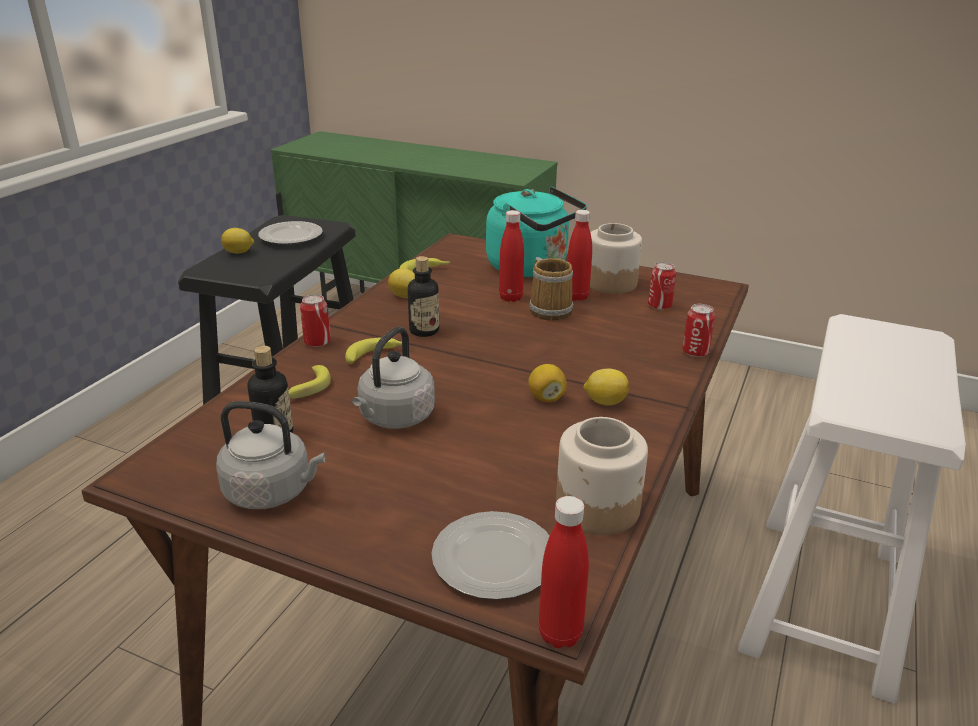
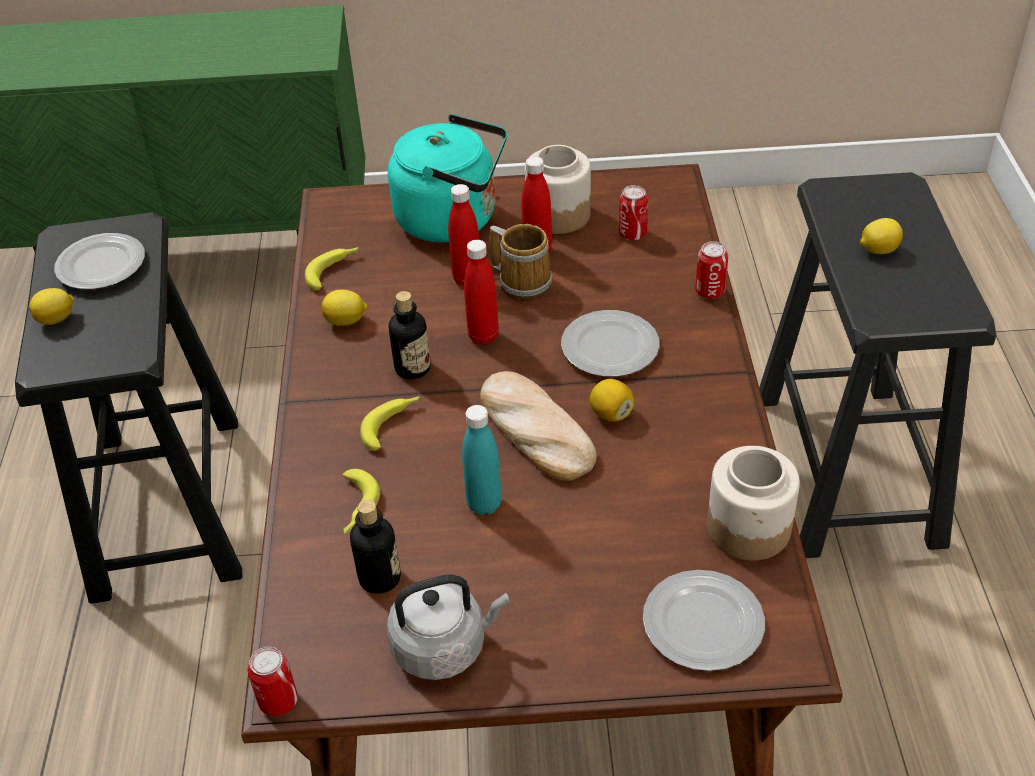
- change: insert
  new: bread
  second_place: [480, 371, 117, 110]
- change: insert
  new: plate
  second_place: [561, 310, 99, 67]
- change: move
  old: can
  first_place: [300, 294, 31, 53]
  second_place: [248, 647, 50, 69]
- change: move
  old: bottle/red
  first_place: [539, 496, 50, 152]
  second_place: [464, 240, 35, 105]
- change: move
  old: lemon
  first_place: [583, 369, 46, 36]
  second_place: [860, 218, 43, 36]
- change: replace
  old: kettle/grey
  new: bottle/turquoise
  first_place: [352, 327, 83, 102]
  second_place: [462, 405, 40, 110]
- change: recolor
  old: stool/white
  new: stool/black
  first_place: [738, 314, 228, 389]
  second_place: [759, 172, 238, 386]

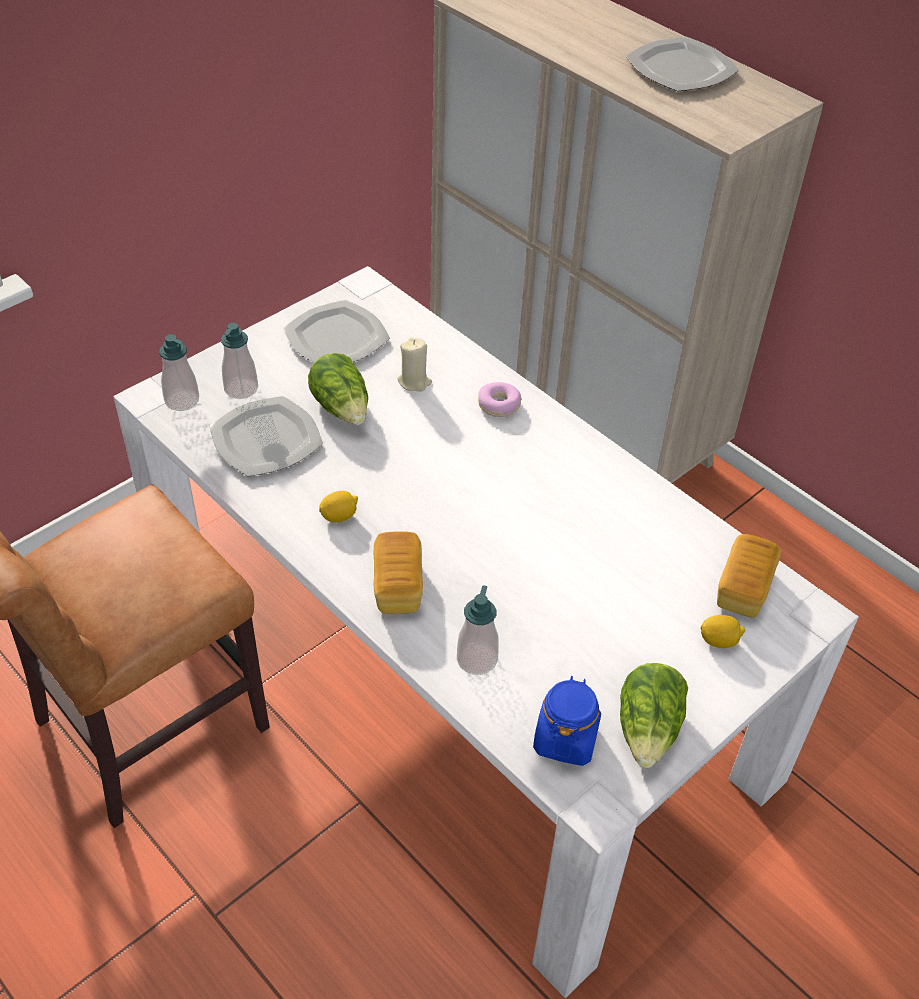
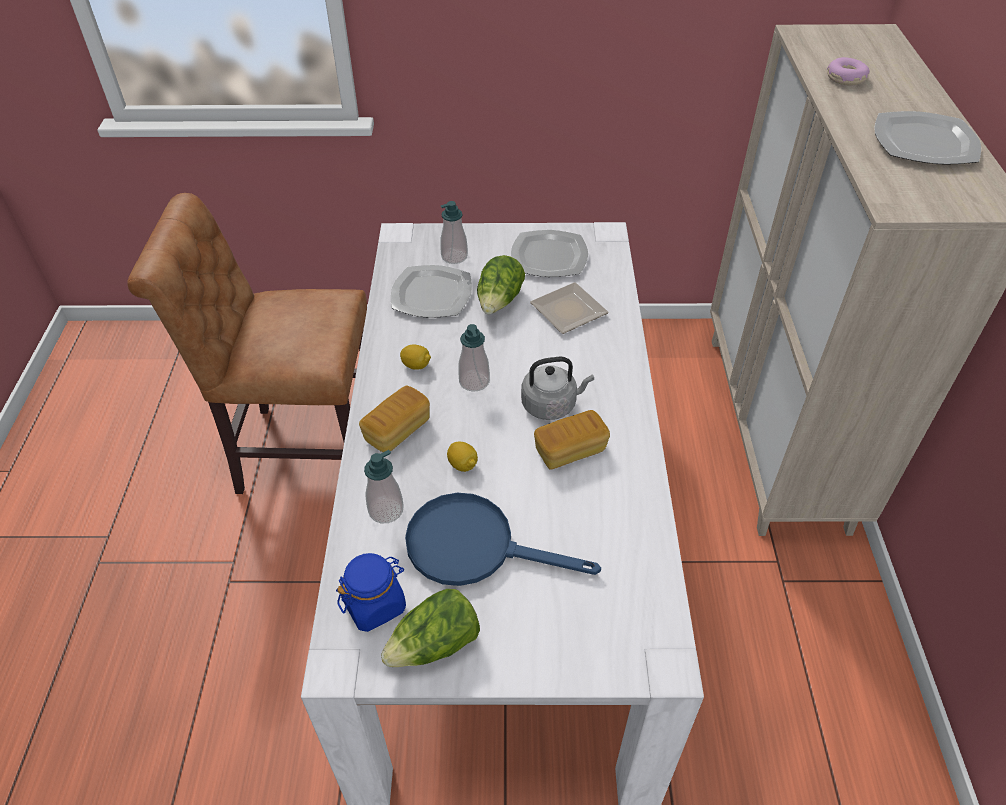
- change: insert
  new: frying pan/blue
  second_place: [405, 493, 196, 93]
- change: insert
  new: kettle/grey
  second_place: [521, 357, 73, 63]
- change: move
  old: soap dispenser
  first_place: [159, 334, 40, 77]
  second_place: [458, 324, 32, 68]
- change: move
  old: donut
  first_place: [478, 382, 44, 35]
  second_place: [827, 57, 43, 28]
- change: move
  old: lemon
  first_place: [700, 615, 45, 33]
  second_place: [447, 441, 31, 31]
- change: move
  old: bread
  first_place: [717, 534, 64, 84]
  second_place: [534, 410, 76, 59]
- change: replace
  old: candle/beige
  new: plate
  first_place: [398, 337, 34, 55]
  second_place: [530, 282, 79, 52]

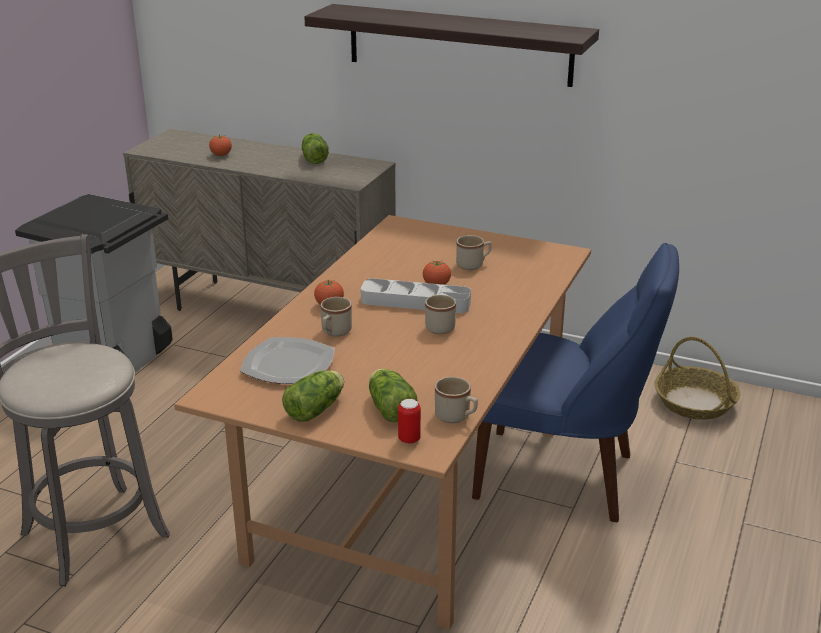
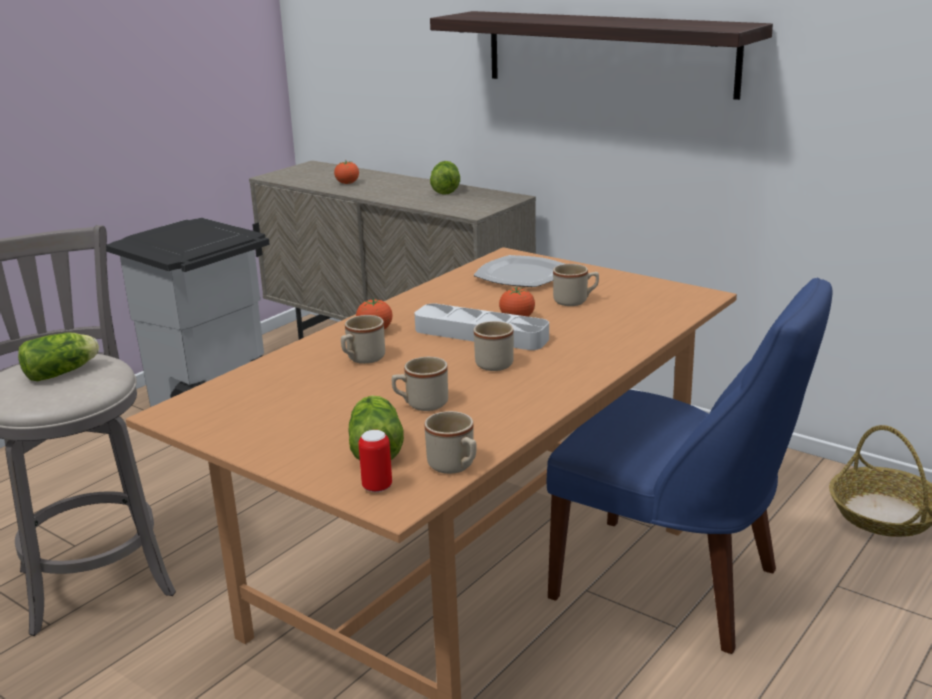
- change: insert
  new: mug/beige
  second_place: [392, 357, 56, 54]
- change: move
  old: plate
  first_place: [240, 337, 95, 47]
  second_place: [474, 255, 91, 32]
- change: move
  old: lettuce
  first_place: [282, 370, 62, 51]
  second_place: [18, 332, 81, 49]

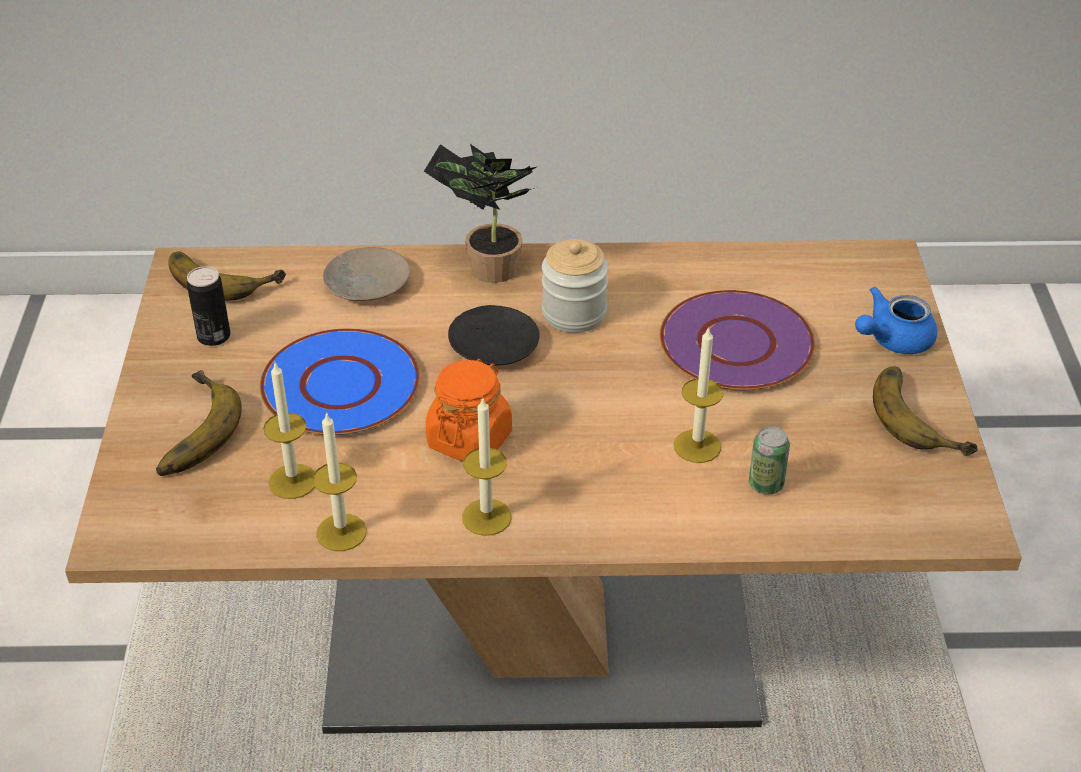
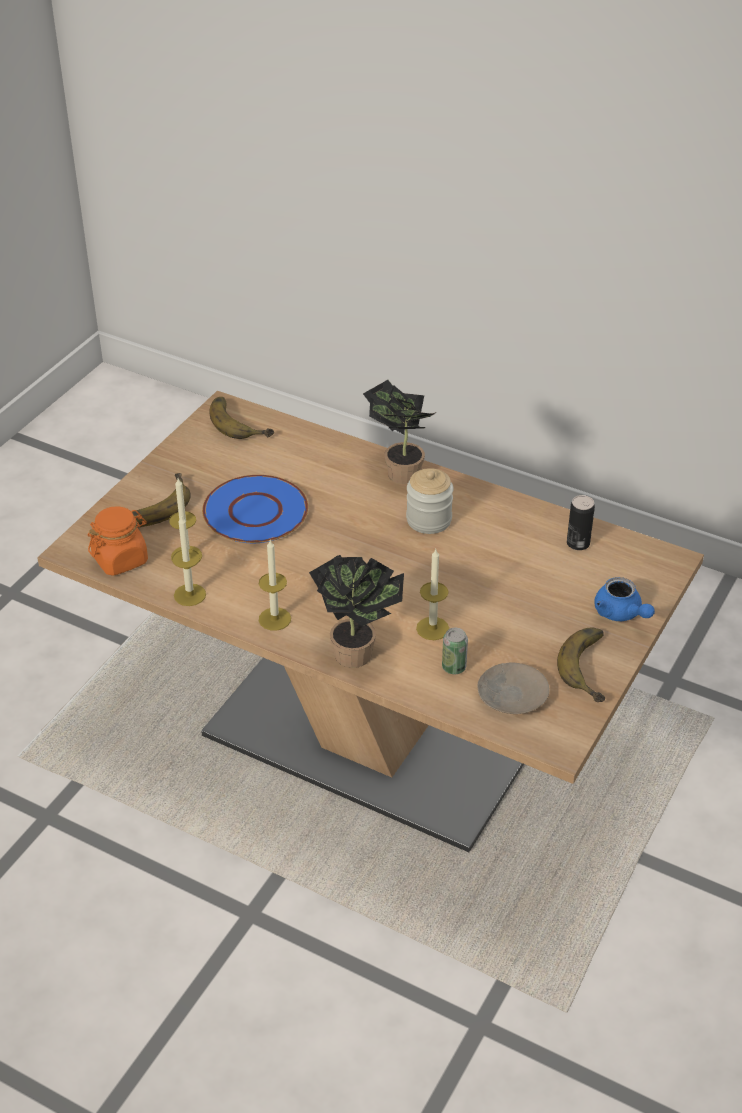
- change: delete
  old: plate/black
  first_place: [448, 305, 92, 61]
- change: delete
  old: plate/purple
  first_place: [660, 290, 155, 101]
- change: insert
  new: potted plant
  second_place: [309, 555, 95, 113]
- change: move
  old: can
  first_place: [187, 266, 44, 80]
  second_place: [567, 495, 28, 55]
- change: move
  old: plate/beige
  first_place: [323, 247, 87, 54]
  second_place: [478, 663, 72, 51]
- change: move
  old: jar/orange
  first_place: [425, 359, 87, 102]
  second_place: [88, 506, 60, 70]
- change: rotate
  old: teapot/blue
  first_place: [855, 287, 82, 67]
  second_place: [594, 577, 61, 44]
  degrees: -120

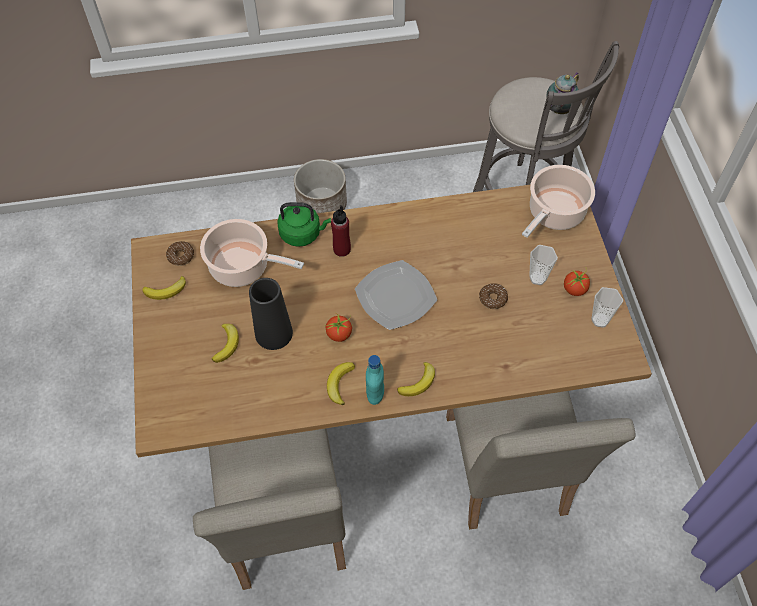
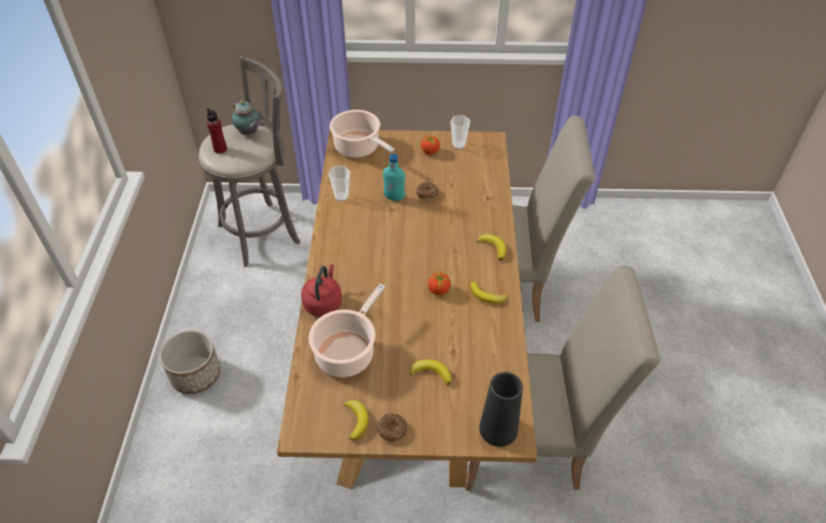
- change: delete
  old: plate
  first_place: [355, 260, 82, 70]
- change: move
  old: donut
  first_place: [166, 241, 28, 25]
  second_place: [377, 413, 30, 29]
- change: move
  old: vase/black
  first_place: [249, 278, 44, 72]
  second_place: [479, 372, 44, 75]
- change: move
  old: bottle/red
  first_place: [331, 205, 20, 52]
  second_place: [207, 108, 20, 46]
- change: move
  old: bottle/turquoise
  first_place: [366, 355, 18, 50]
  second_place: [383, 154, 22, 47]
- change: move
  old: cup
  first_place: [529, 245, 29, 40]
  second_place: [328, 166, 22, 35]
- change: recolor
  old: kettle/green
  new: kettle/red
  first_place: [277, 202, 54, 45]
  second_place: [301, 264, 41, 52]

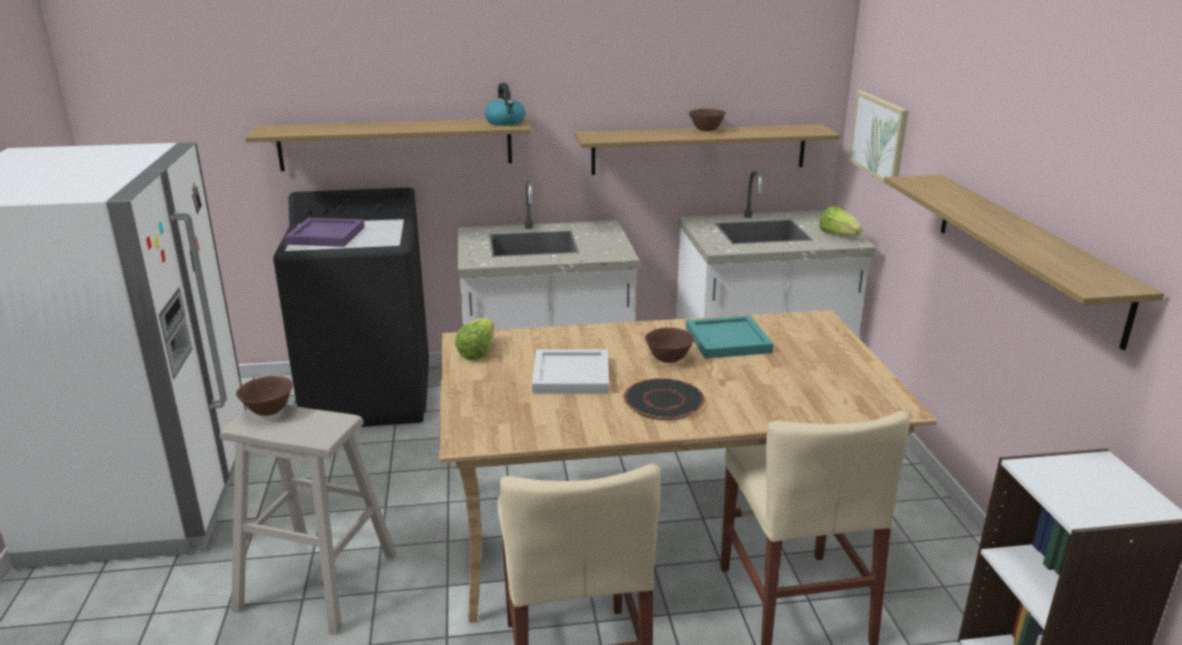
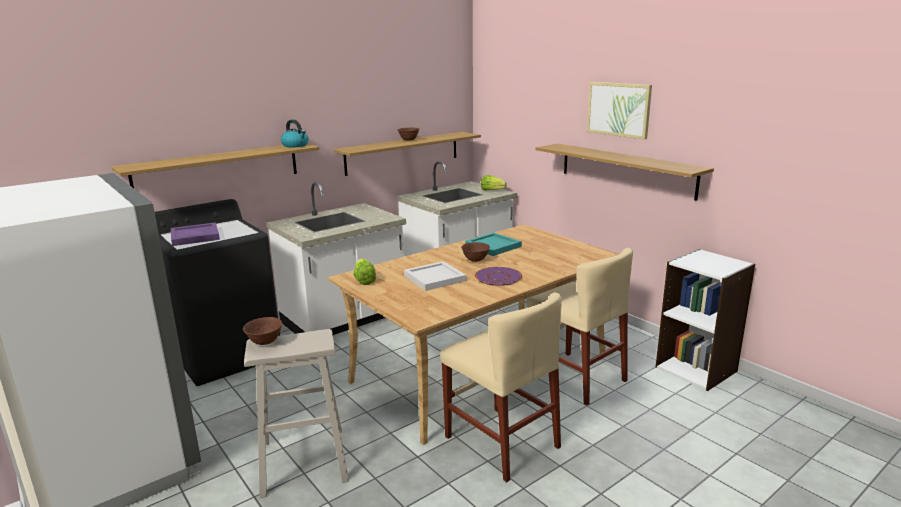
- change: move
  old: picture
  first_place: [848, 91, 60, 97]
  second_place: [587, 82, 65, 58]
- change: recolor
  old: plate/black
  new: plate/purple
  first_place: [624, 378, 81, 42]
  second_place: [475, 267, 47, 19]

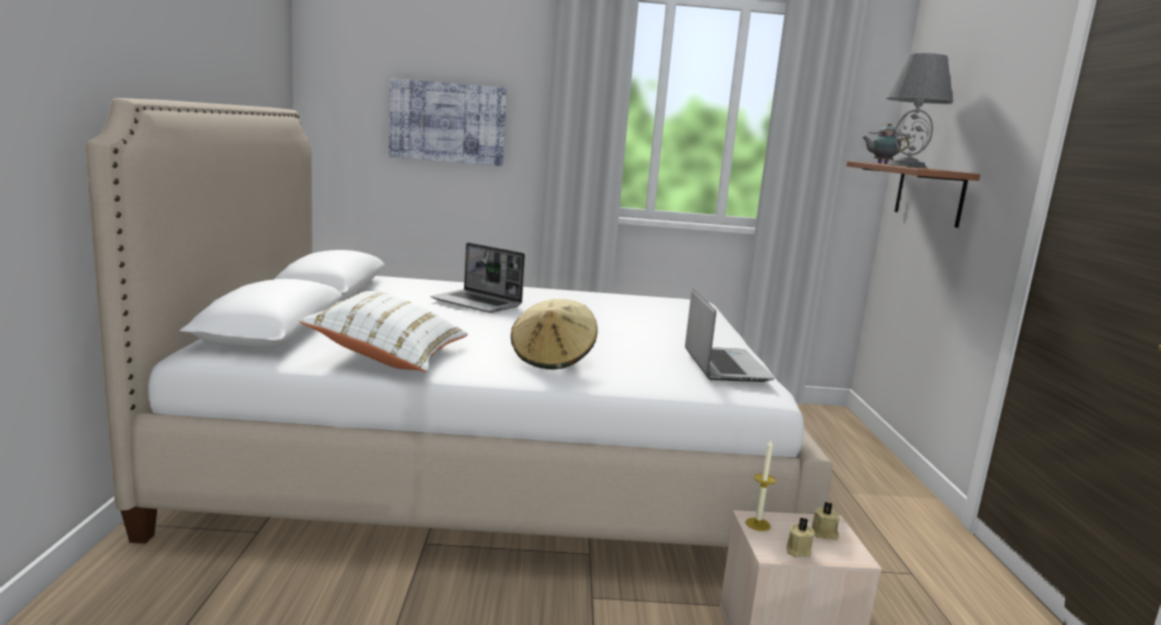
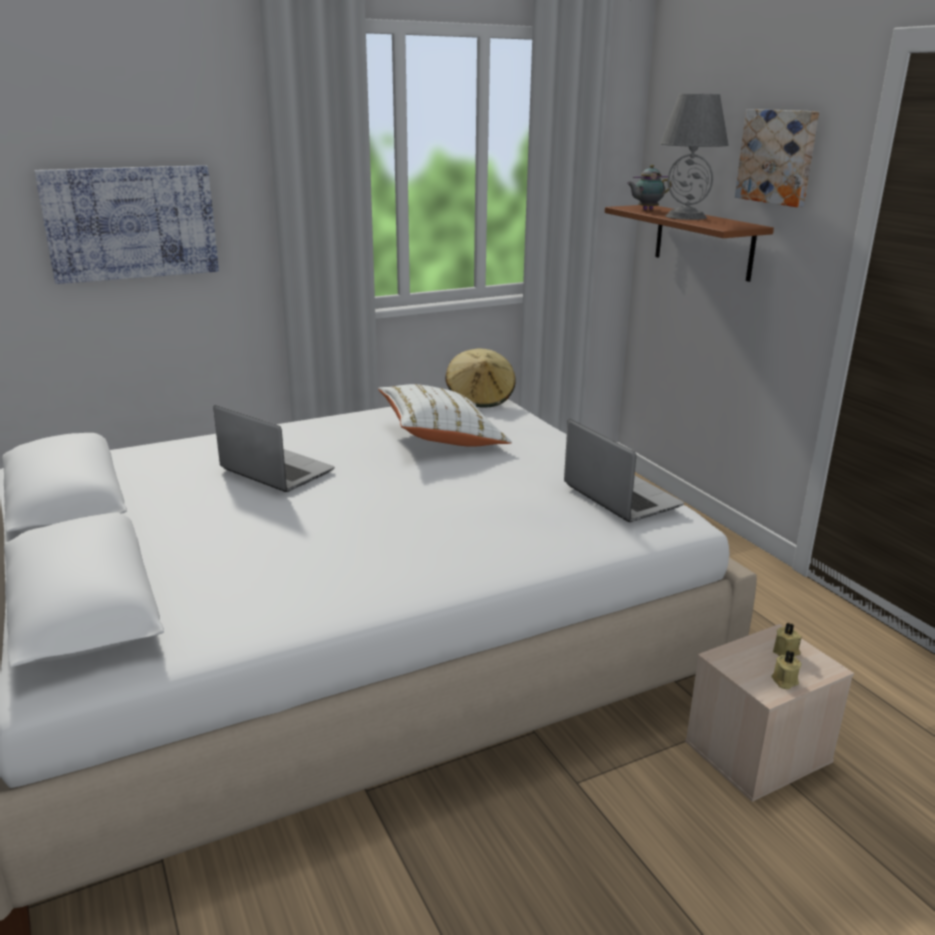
- change: delete
  old: candle
  first_place: [745, 440, 31, 91]
- change: insert
  new: picture
  second_place: [735, 109, 84, 98]
- change: move
  old: pillow/white
  first_place: [299, 291, 169, 81]
  second_place: [378, 384, 134, 63]
- change: move
  old: hat/beige
  first_place: [511, 299, 87, 71]
  second_place: [445, 349, 71, 59]
- change: rotate
  old: laptop
  first_place: [431, 242, 94, 71]
  second_place: [213, 405, 121, 87]
  degrees: -150

